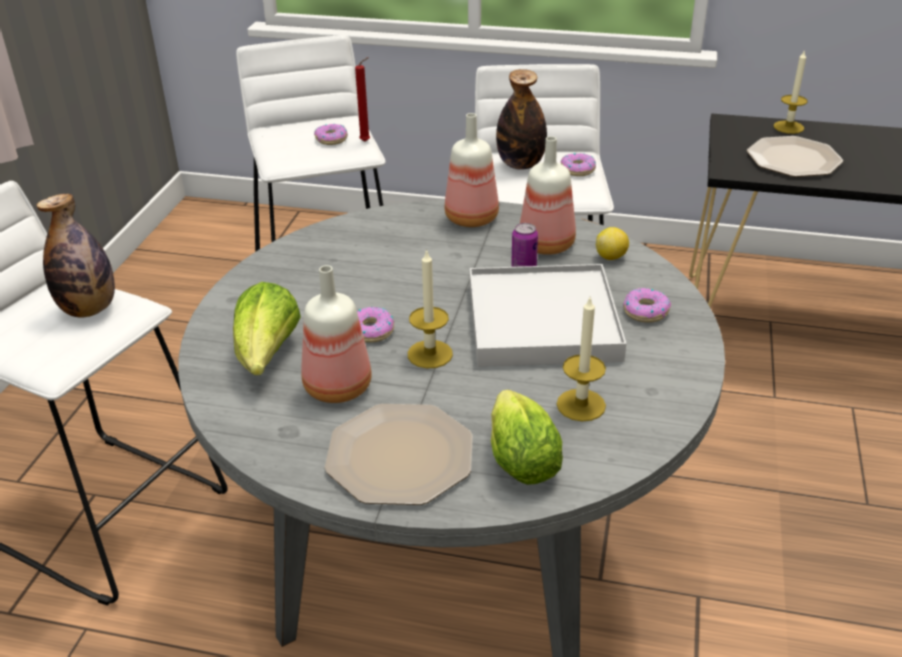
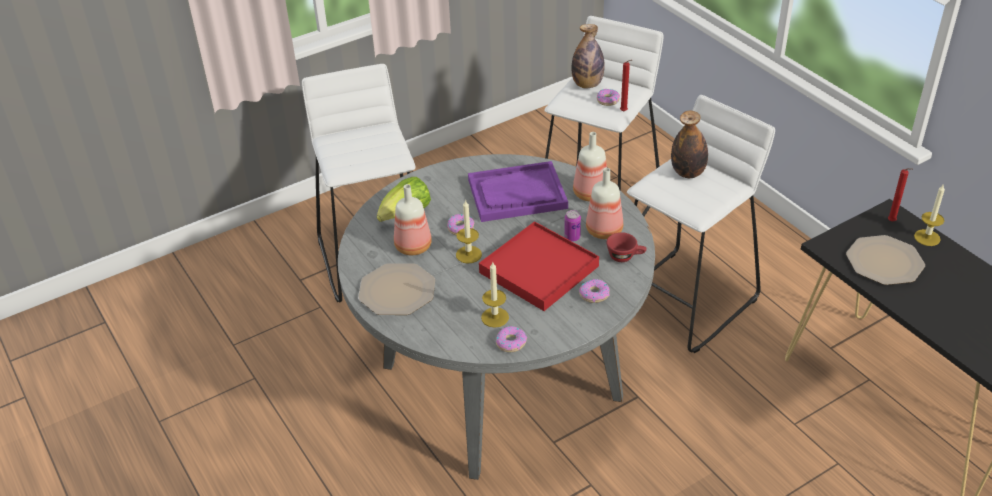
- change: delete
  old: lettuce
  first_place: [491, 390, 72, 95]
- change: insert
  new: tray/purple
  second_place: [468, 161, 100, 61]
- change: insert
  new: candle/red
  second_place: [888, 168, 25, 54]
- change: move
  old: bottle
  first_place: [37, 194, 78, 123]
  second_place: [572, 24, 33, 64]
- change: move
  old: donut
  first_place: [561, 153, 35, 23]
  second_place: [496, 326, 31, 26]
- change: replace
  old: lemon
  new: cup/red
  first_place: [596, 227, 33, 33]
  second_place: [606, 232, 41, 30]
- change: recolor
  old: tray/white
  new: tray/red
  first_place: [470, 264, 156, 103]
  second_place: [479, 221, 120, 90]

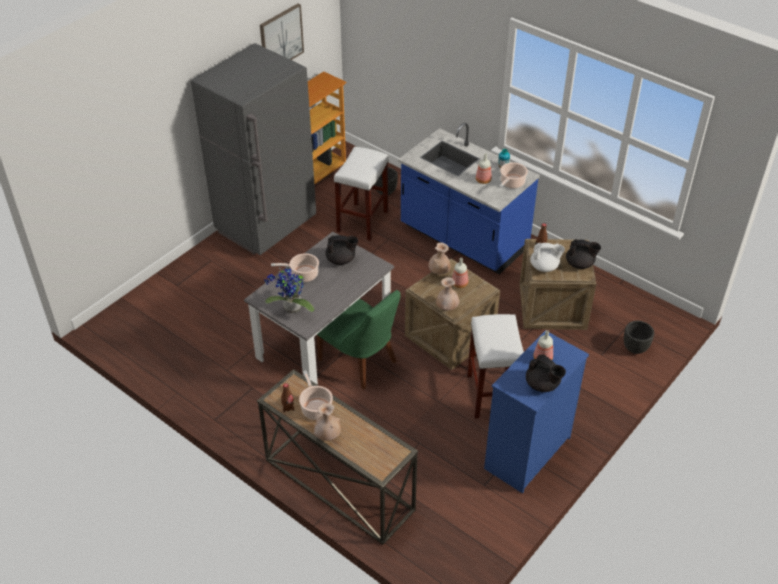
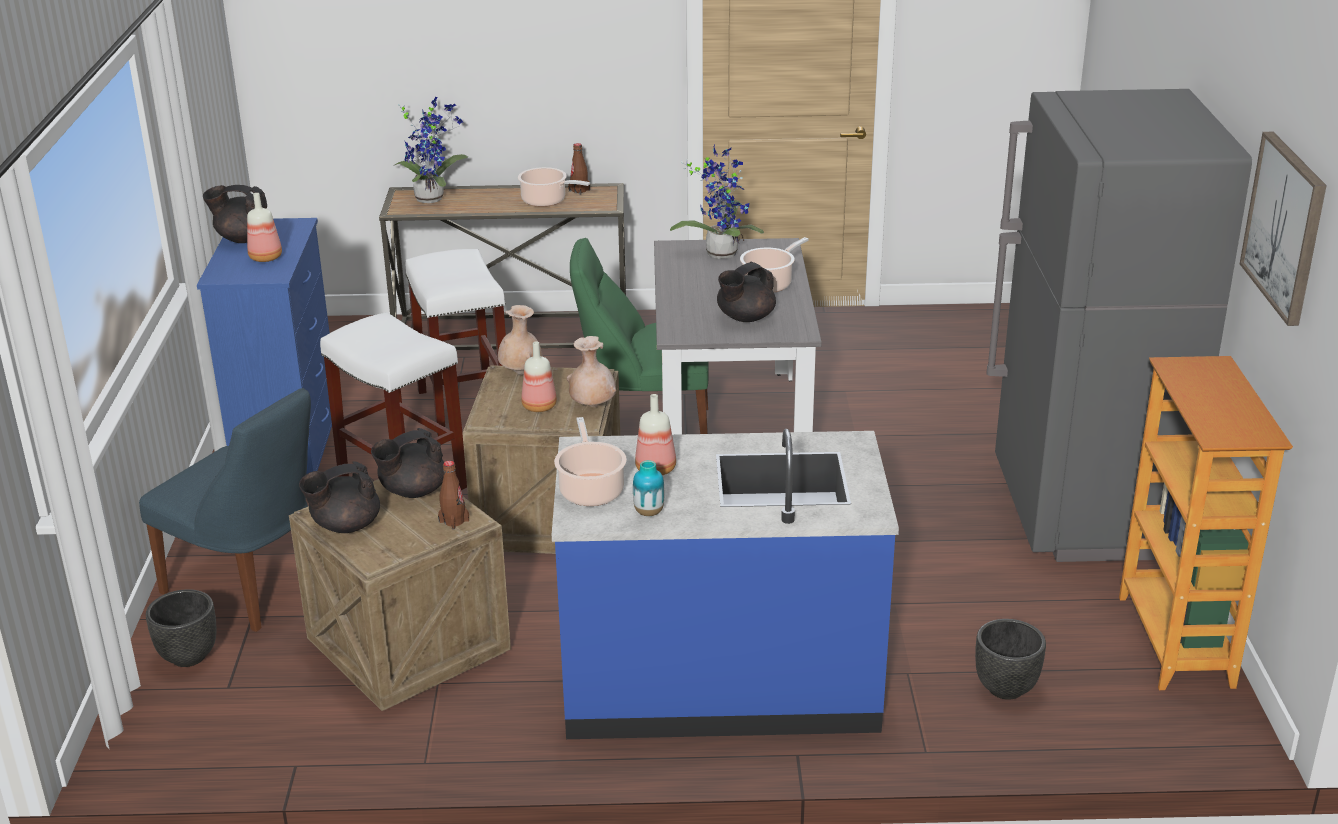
- change: delete
  old: vase/beige
  first_place: [314, 403, 27, 37]
- change: insert
  new: chair/blue
  second_place: [139, 388, 172, 244]
- change: insert
  new: potted plant
  second_place: [393, 97, 75, 106]
- change: move
  old: stool/white
  first_place: [334, 147, 55, 94]
  second_place: [405, 249, 101, 187]
- change: recolor
  old: teapot/white
  new: teapot/black
  first_place: [530, 243, 35, 29]
  second_place: [371, 428, 73, 70]

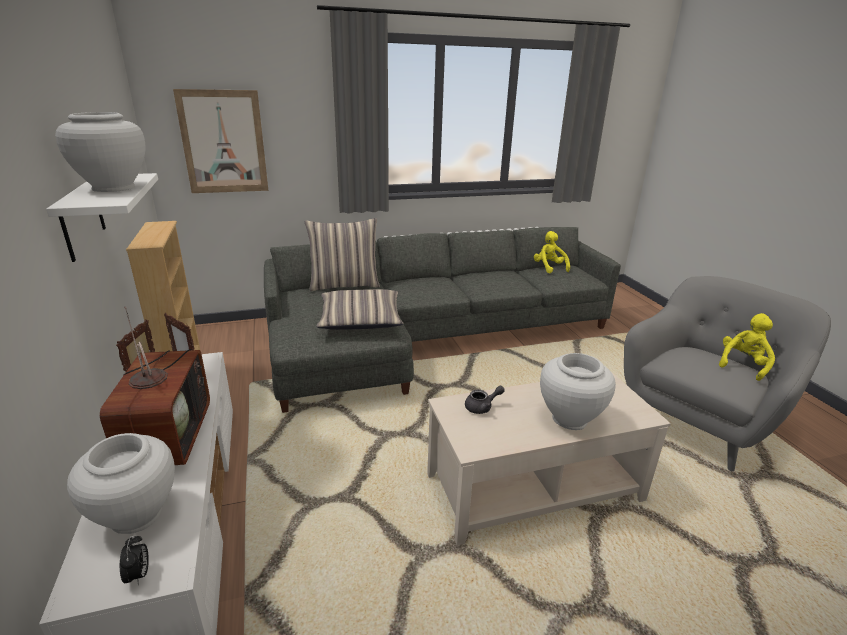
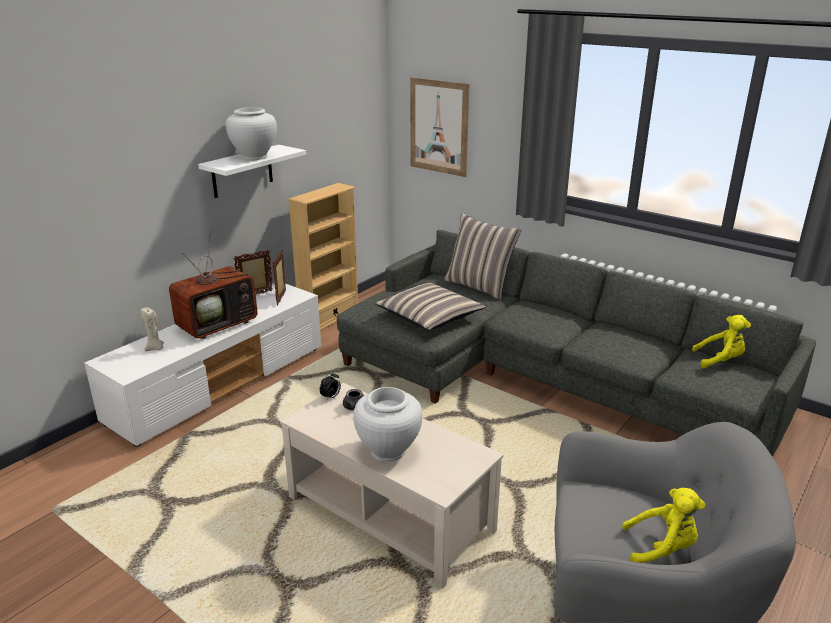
- change: move
  old: alarm clock
  first_place: [120, 536, 29, 49]
  second_place: [320, 372, 21, 28]
- change: replace
  old: vase/white
  new: candle/beige
  first_place: [67, 433, 108, 101]
  second_place: [141, 307, 23, 44]
- change: rotate
  old: plush toy/yellow
  first_place: [534, 231, 36, 43]
  second_place: [692, 315, 59, 53]
  degrees: 60

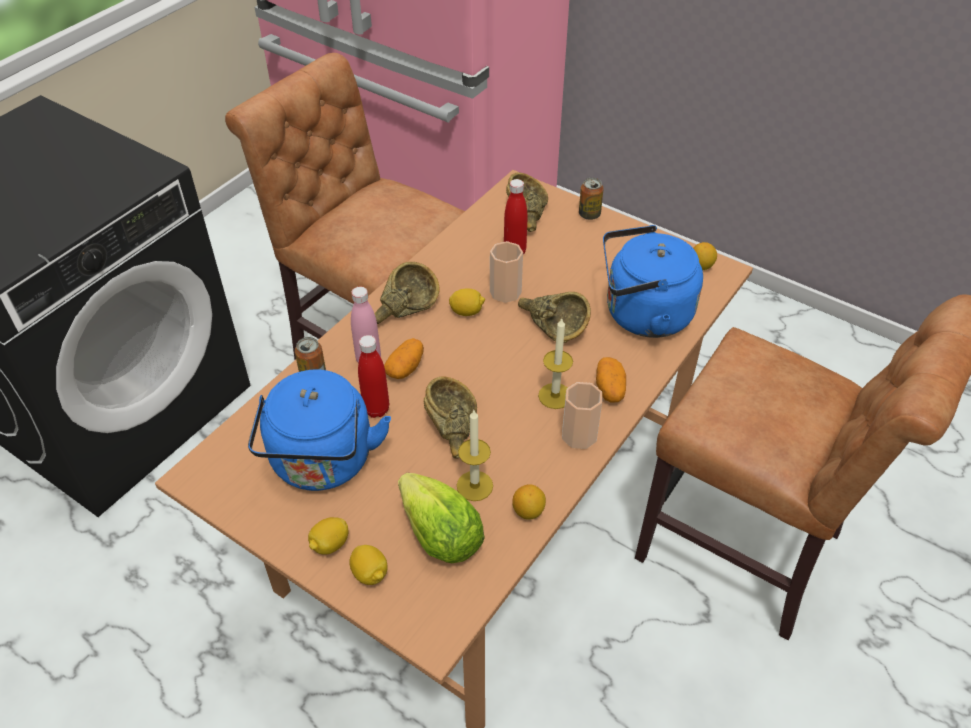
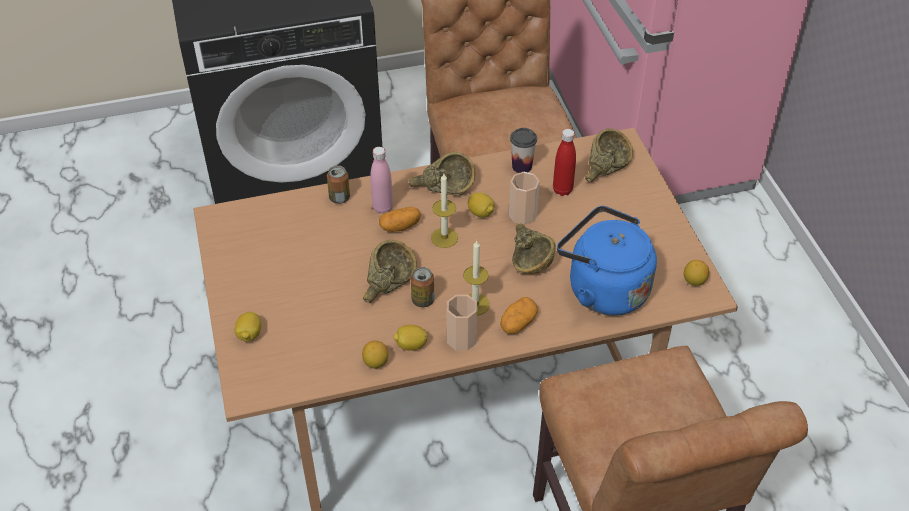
- change: delete
  old: kettle/blue
  first_place: [248, 370, 143, 121]
- change: delete
  old: bottle/red
  first_place: [358, 335, 31, 83]
- change: delete
  old: lettuce
  first_place: [398, 473, 87, 90]
- change: insert
  new: cup
  second_place: [510, 128, 27, 45]
- change: move
  old: lemon
  first_place: [308, 517, 41, 38]
  second_place: [393, 325, 35, 26]
- change: move
  old: candle
  first_place: [457, 410, 36, 91]
  second_place: [431, 174, 27, 74]
- change: move
  old: can
  first_place: [579, 178, 25, 42]
  second_place: [411, 267, 23, 40]

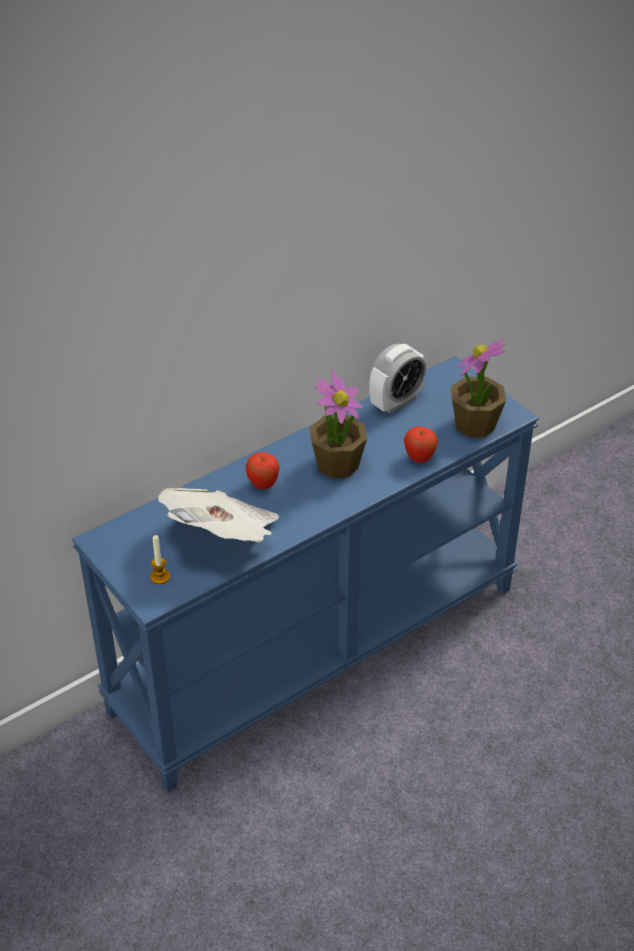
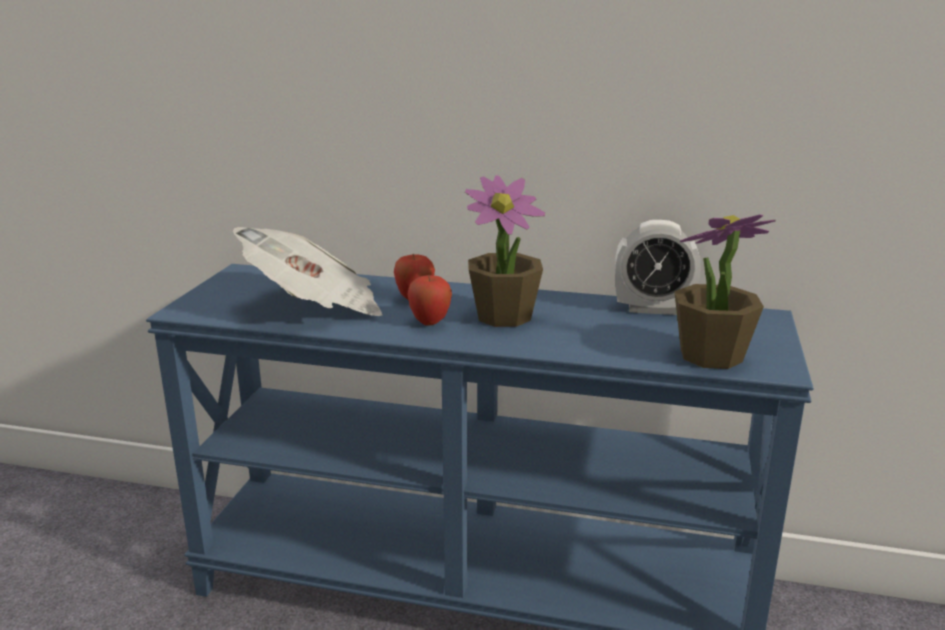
- change: delete
  old: candle
  first_place: [150, 535, 20, 49]
- change: move
  old: apple
  first_place: [404, 426, 34, 37]
  second_place: [407, 275, 45, 51]

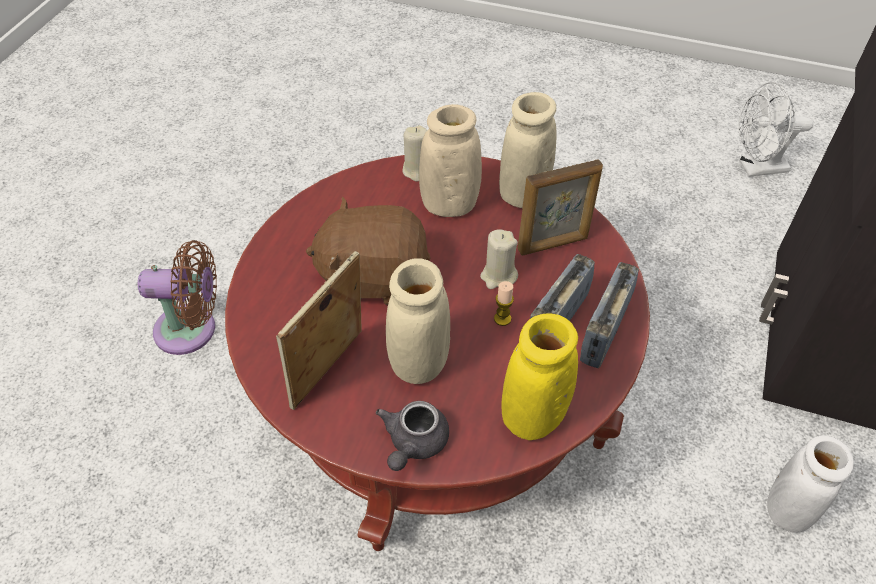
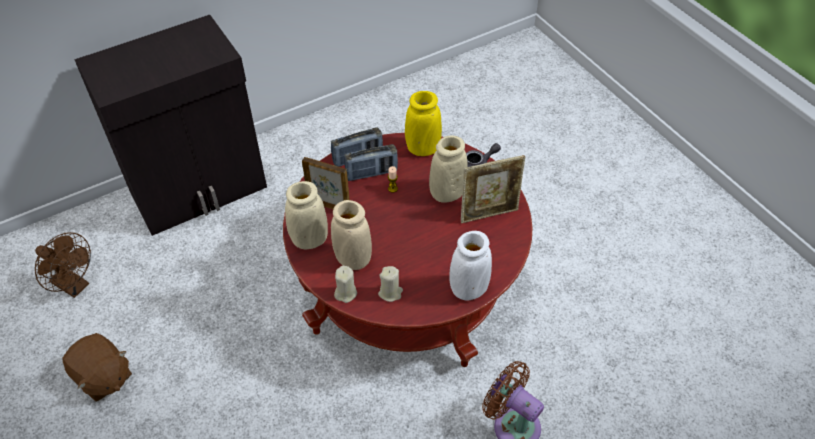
- change: move
  old: plush toy/brown
  first_place: [306, 197, 124, 108]
  second_place: [63, 333, 69, 69]
- change: move
  old: candle/beige
  first_place: [480, 229, 38, 60]
  second_place: [378, 266, 25, 36]
- change: move
  old: vase/white
  first_place: [767, 435, 87, 98]
  second_place: [449, 231, 43, 70]
- change: recolor
  old: fan/white
  new: fan/brown
  first_place: [738, 82, 75, 95]
  second_place: [35, 232, 56, 66]

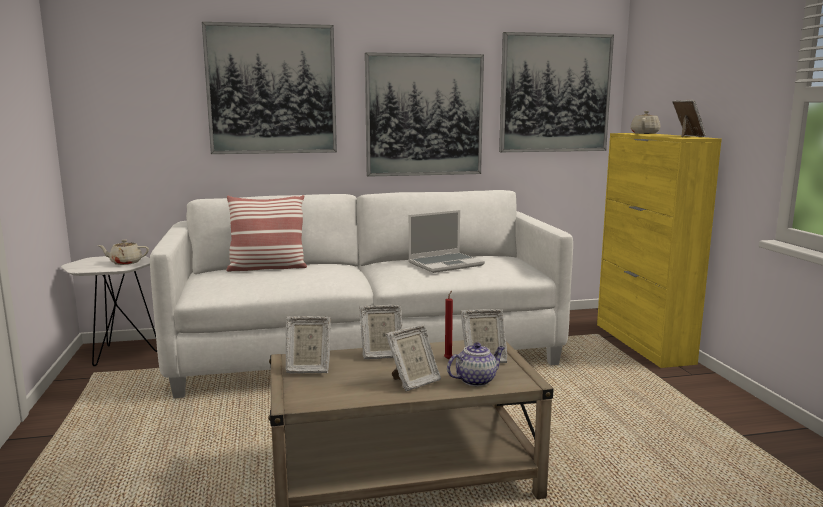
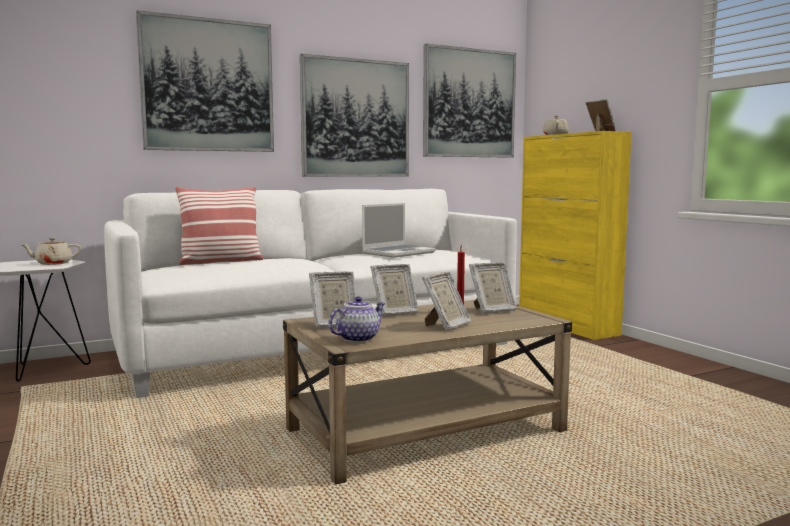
- change: move
  old: teapot
  first_place: [447, 342, 58, 44]
  second_place: [328, 296, 57, 46]

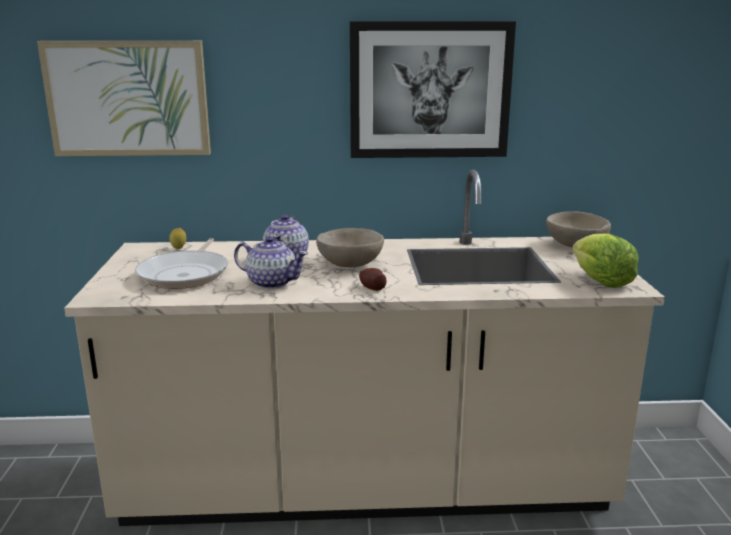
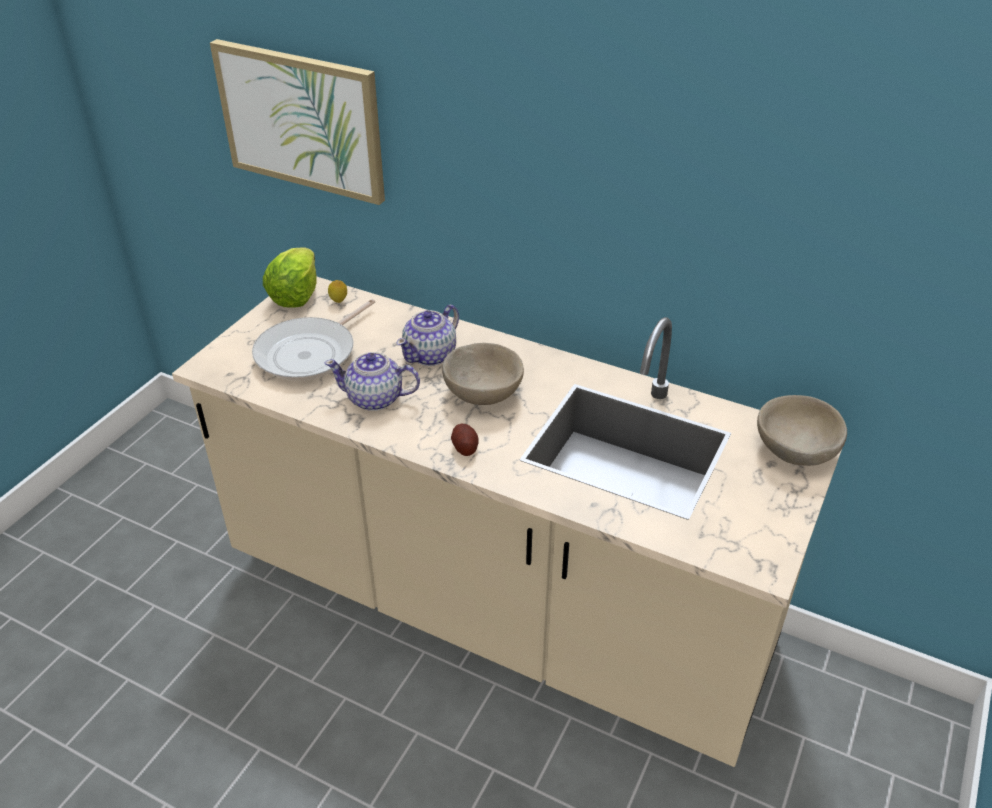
- change: delete
  old: picture
  first_place: [350, 21, 166, 137]
- change: move
  old: lettuce
  first_place: [572, 233, 67, 55]
  second_place: [263, 247, 54, 61]
- change: rotate
  old: teapot
  first_place: [234, 236, 74, 53]
  second_place: [324, 352, 96, 59]
  degrees: 135

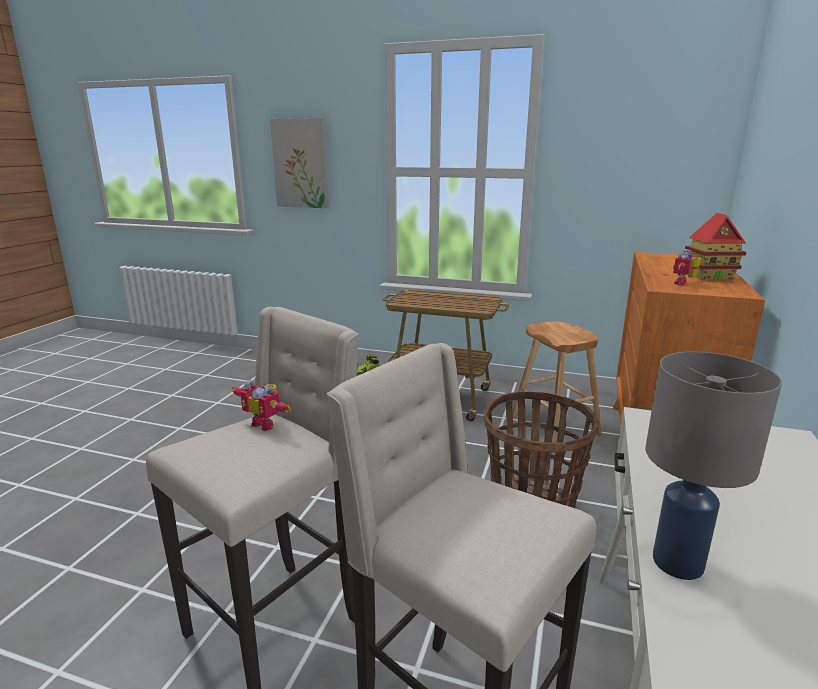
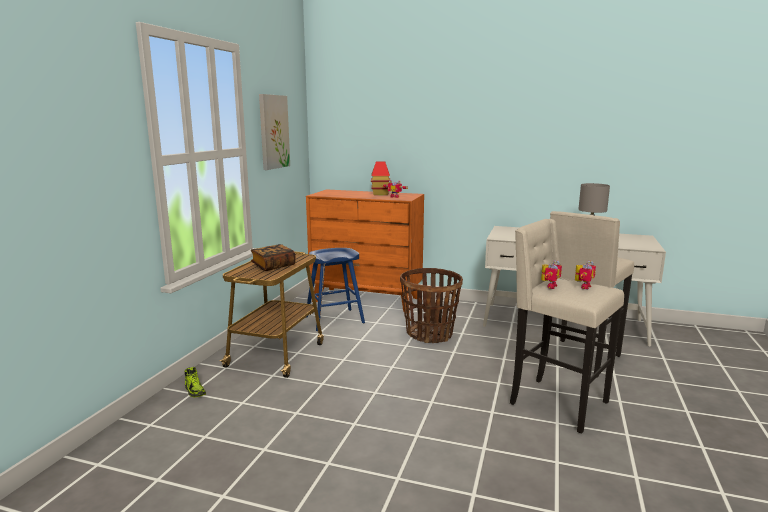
- change: insert
  new: book
  second_place: [251, 244, 45, 27]
- change: insert
  new: toy robot
  second_place: [575, 261, 21, 28]
- change: move
  old: picture
  first_place: [270, 118, 59, 90]
  second_place: [259, 94, 31, 76]
- change: recolor
  old: stool/brown
  new: stool/blue
  first_place: [512, 321, 90, 122]
  second_place: [306, 248, 59, 83]

